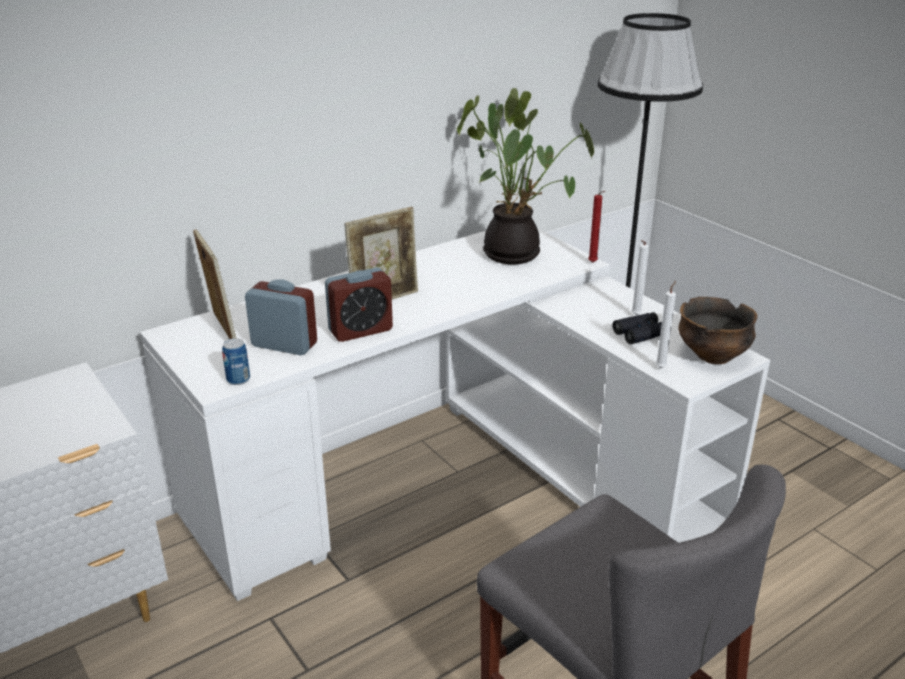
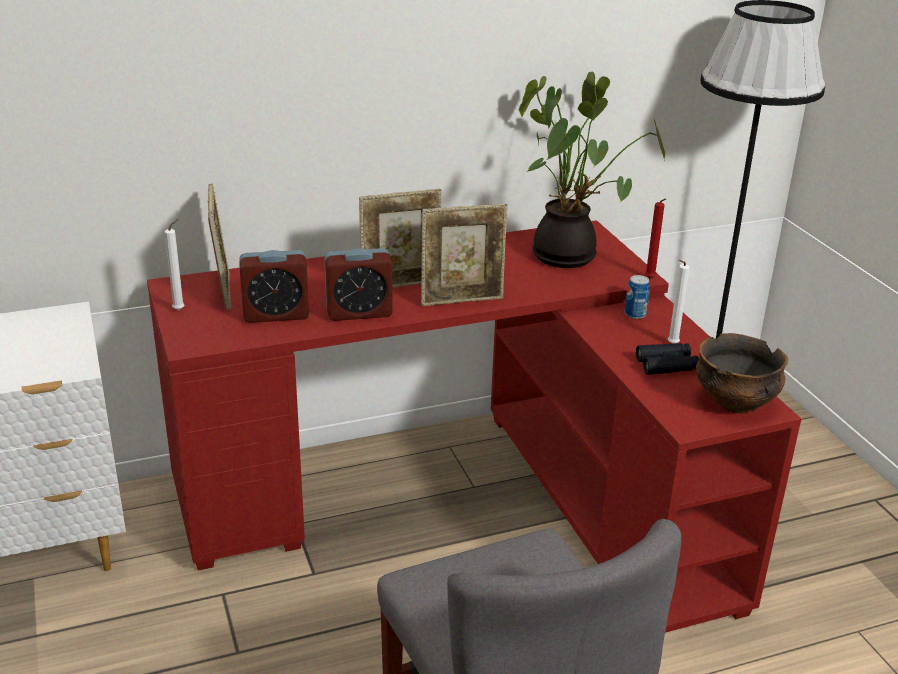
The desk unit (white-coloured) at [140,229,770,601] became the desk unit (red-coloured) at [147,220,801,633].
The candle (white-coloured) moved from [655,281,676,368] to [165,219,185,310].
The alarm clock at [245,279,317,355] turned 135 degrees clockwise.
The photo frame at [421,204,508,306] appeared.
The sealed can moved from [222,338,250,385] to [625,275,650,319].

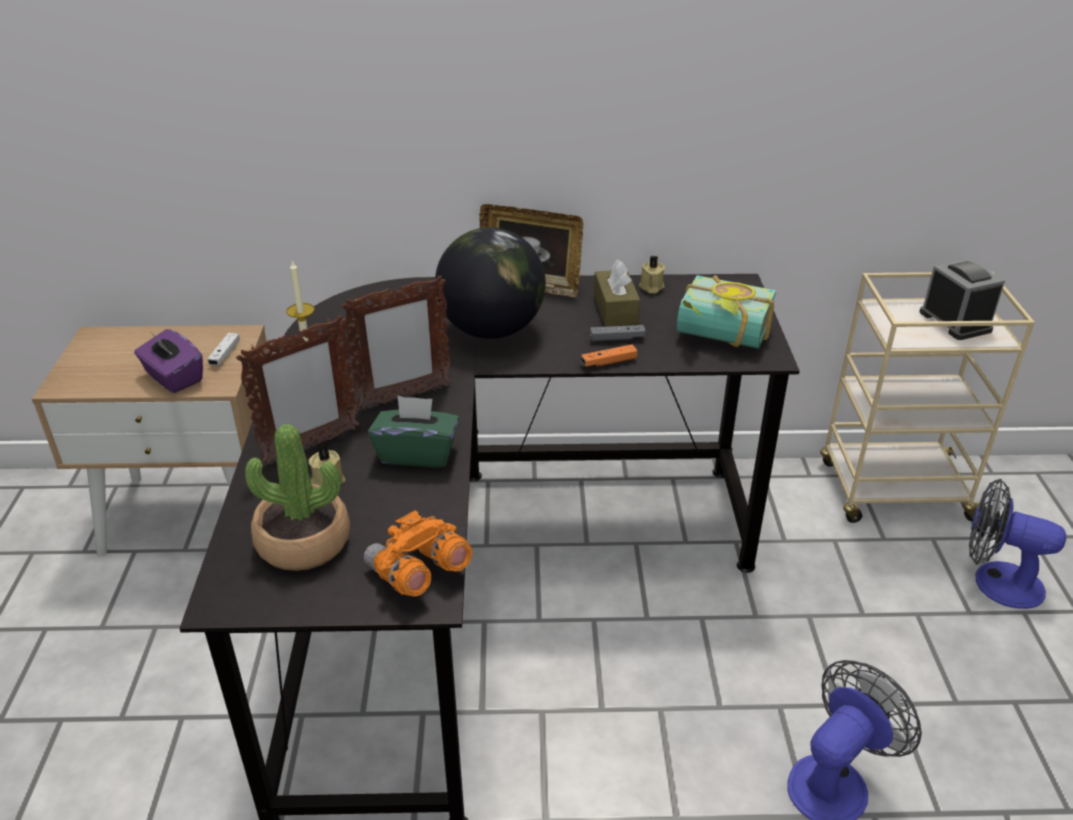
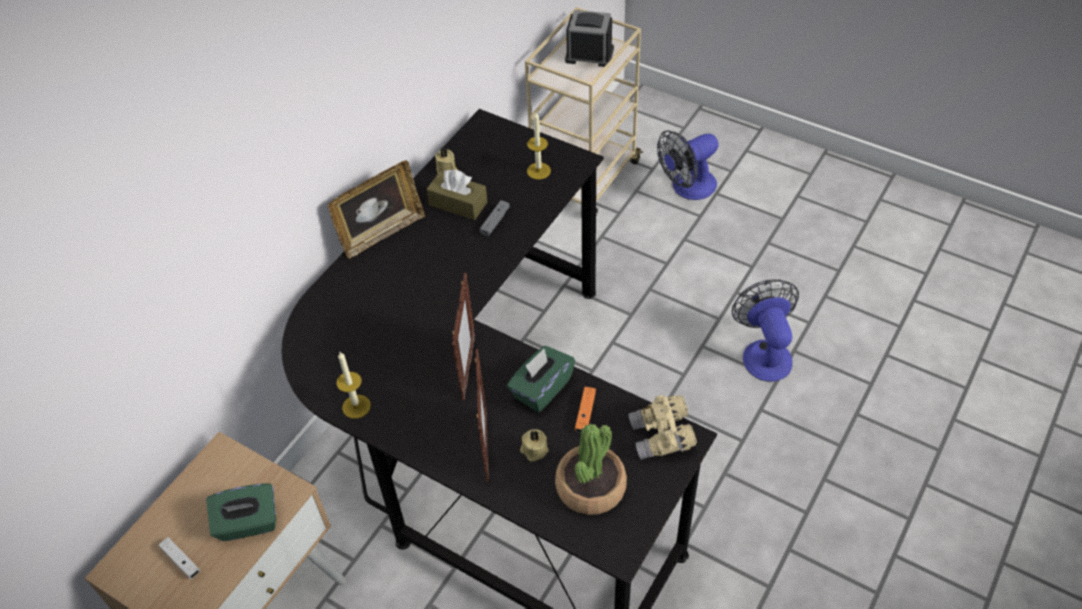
The gamepad (white-coloured) moved from [207,333,240,366] to [159,537,200,579].
The box of tissues (purple) at [134,329,203,393] became the box of tissues (green) at [206,484,276,541].
The volume at [677,275,776,349] was replaced by the candle at [527,112,551,180].
The gamepad (orange-coloured) moved from [581,344,638,367] to [575,387,596,433].
The pair of binoculars (orange-coloured) at [364,510,472,596] became the pair of binoculars (sand-coloured) at [628,395,697,460].
The world globe at [435,227,546,339] disappeared.

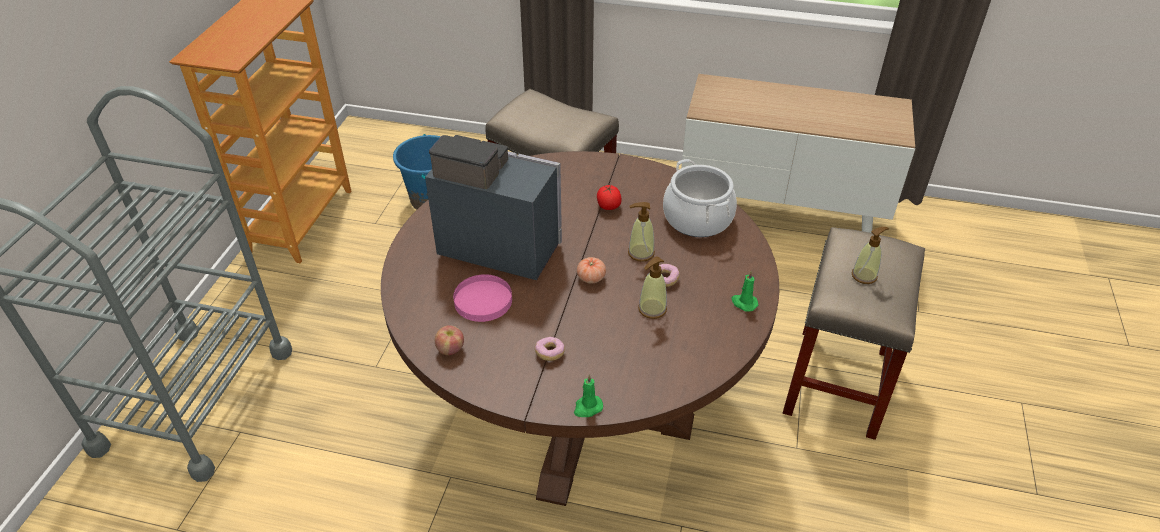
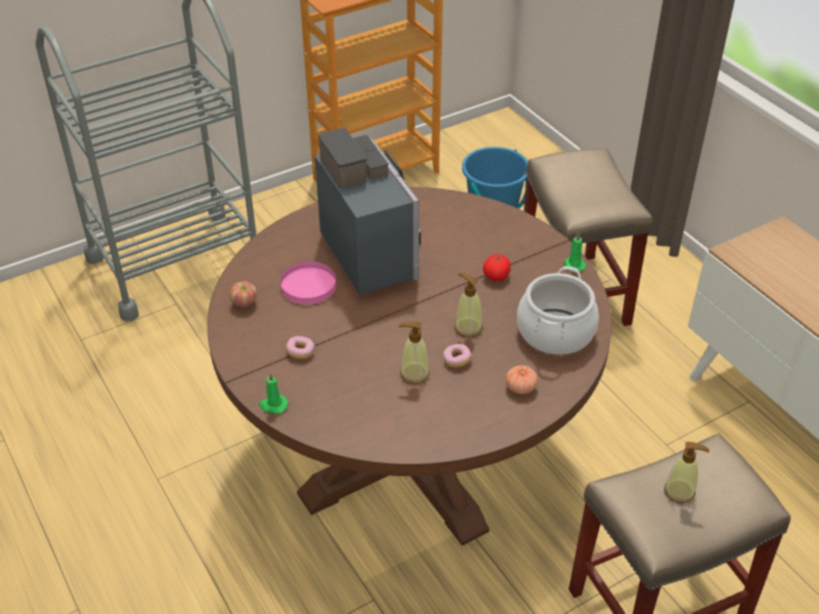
The whole tomato moved from [577,257,606,283] to [506,365,538,394].
The candle (green) moved from [731,271,758,312] to [564,233,586,272].

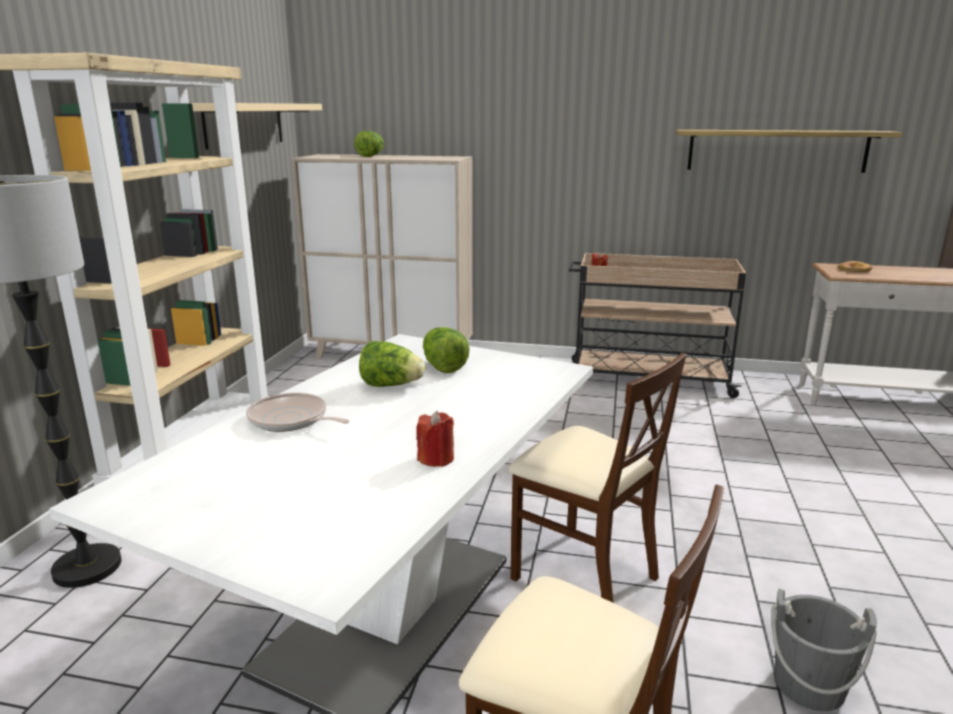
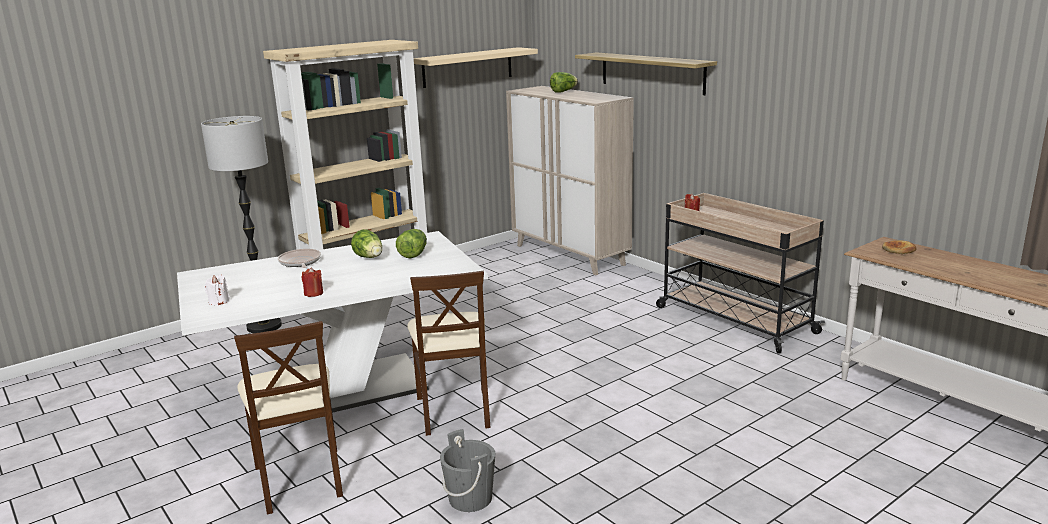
The candle (white-coloured) at [205,275,230,305] appeared.
The bracket shelf moved from [676,130,903,173] to [575,52,717,95].

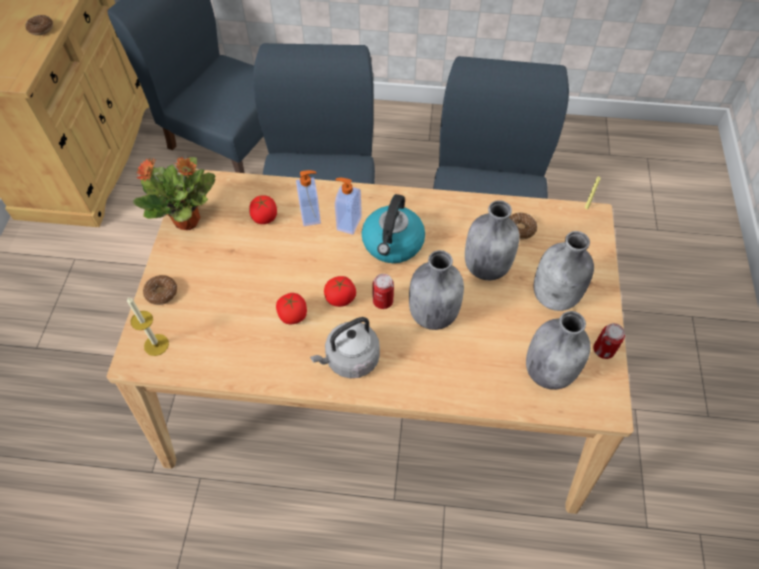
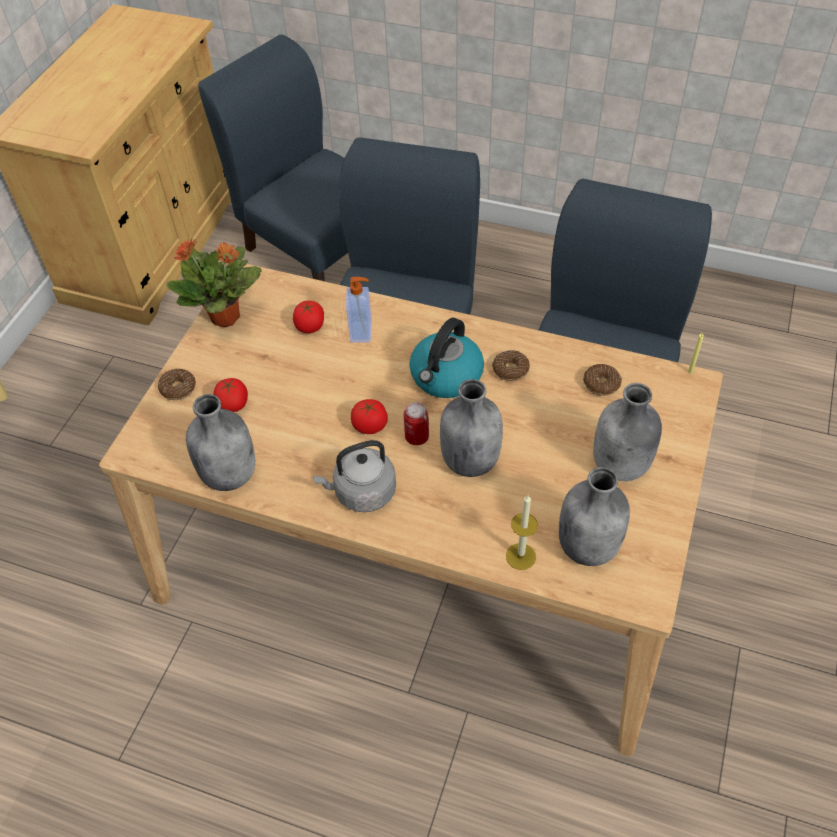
The beverage bottle (gray) moved from [465,200,520,280] to [186,394,255,491].
The whole tomato moved from [276,293,307,324] to [214,378,248,412].
The donut moved from [25,15,53,35] to [492,350,530,381].
The candle moved from [127,297,169,356] to [506,495,538,570].
The soap dispenser at [335,178,362,235] disappeared.
The sealed can at [593,323,625,359] disappeared.

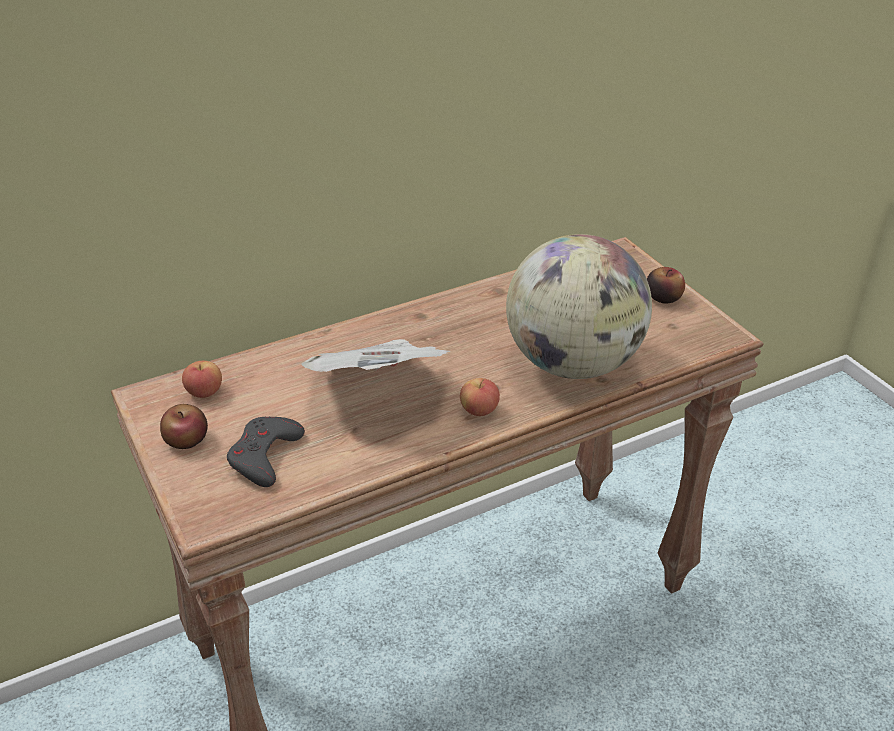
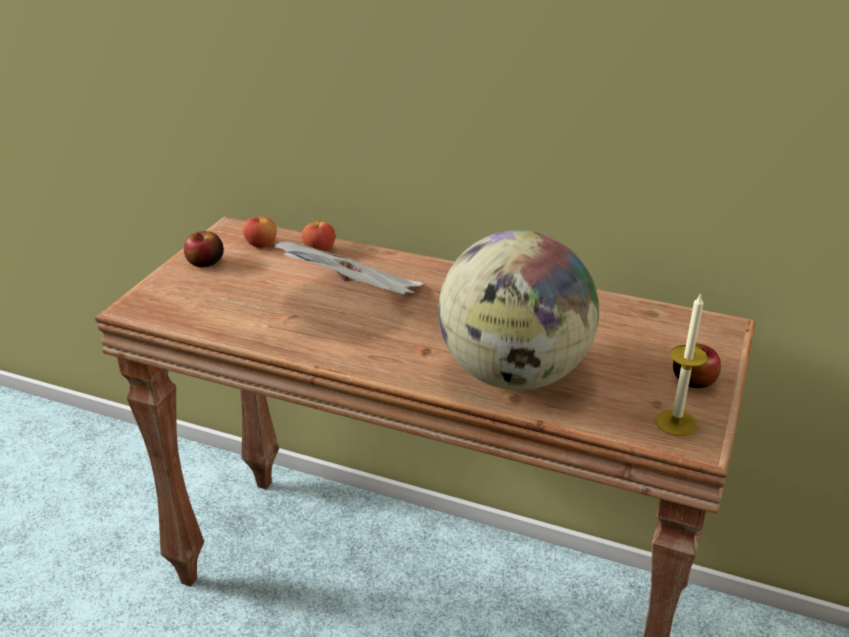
The whole apple moved from [460,378,500,416] to [302,221,336,251].
The candle at [655,293,707,436] appeared.
The gamepad (gray) at [227,417,305,487] disappeared.

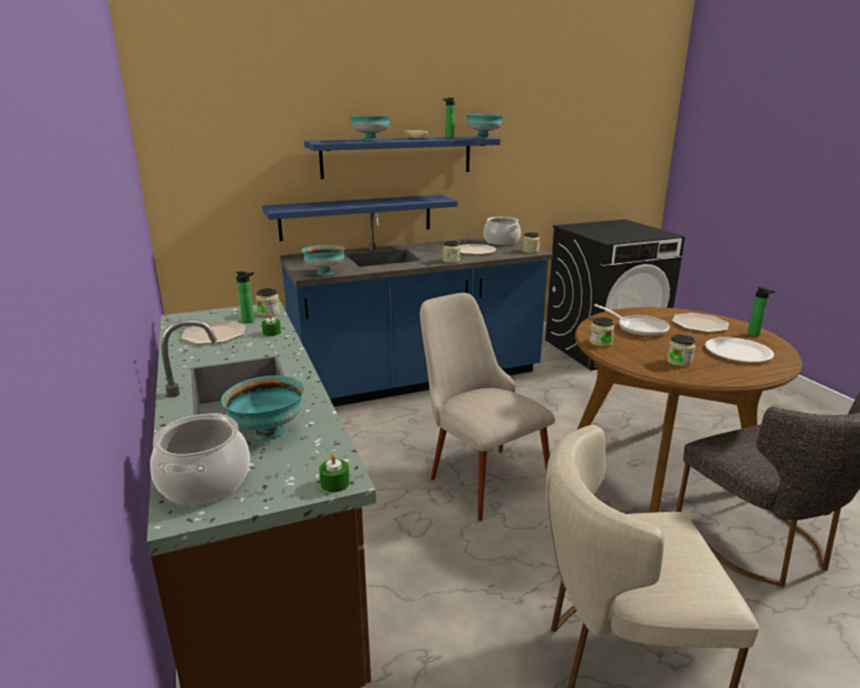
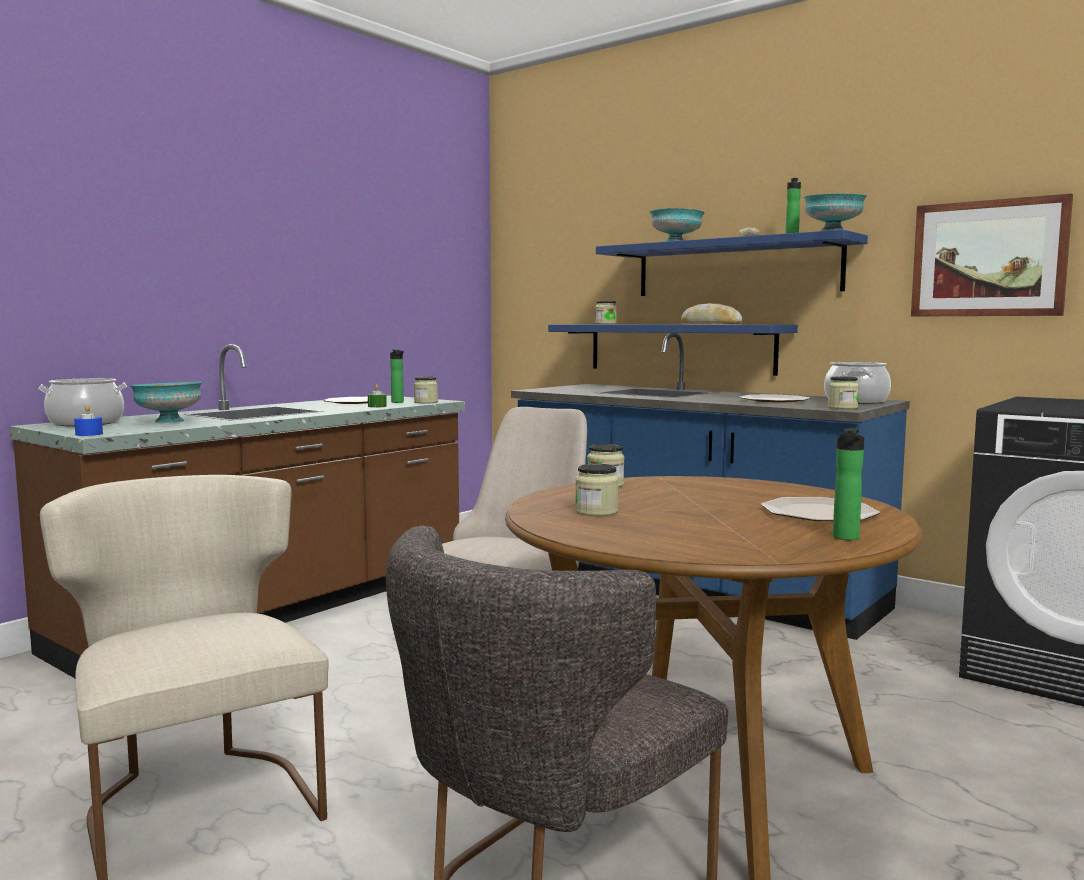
The candle (green) at [319,454,350,492] became the candle (blue) at [74,405,103,436].
The preserve jar moved from [443,241,460,263] to [595,301,617,324].
The baked bread at [681,303,742,324] appeared.
The picture at [911,193,1073,317] appeared.
The bowl (turquoise-coloured) at [302,245,345,275] disappeared.
The skillet at [594,304,670,337] disappeared.
The plate (white-coloured) at [705,337,774,362] disappeared.

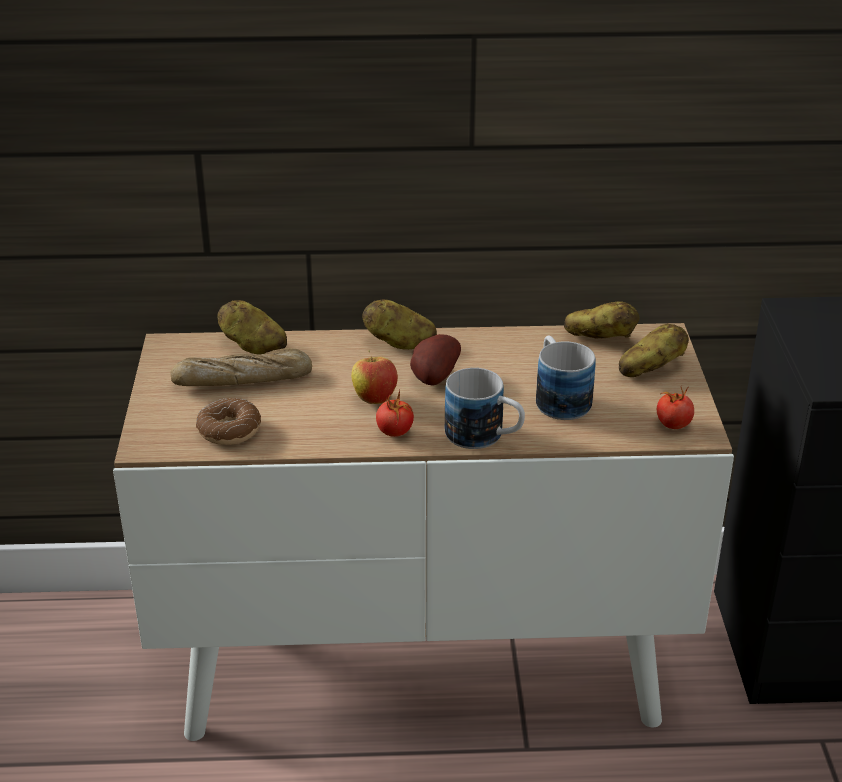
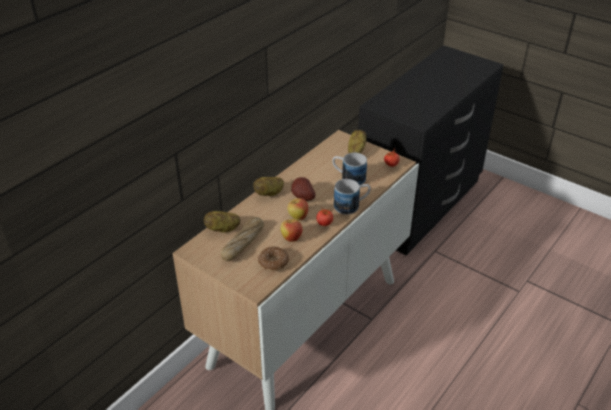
The whole apple at [281,216,303,242] appeared.
The potato at [564,301,639,339] disappeared.

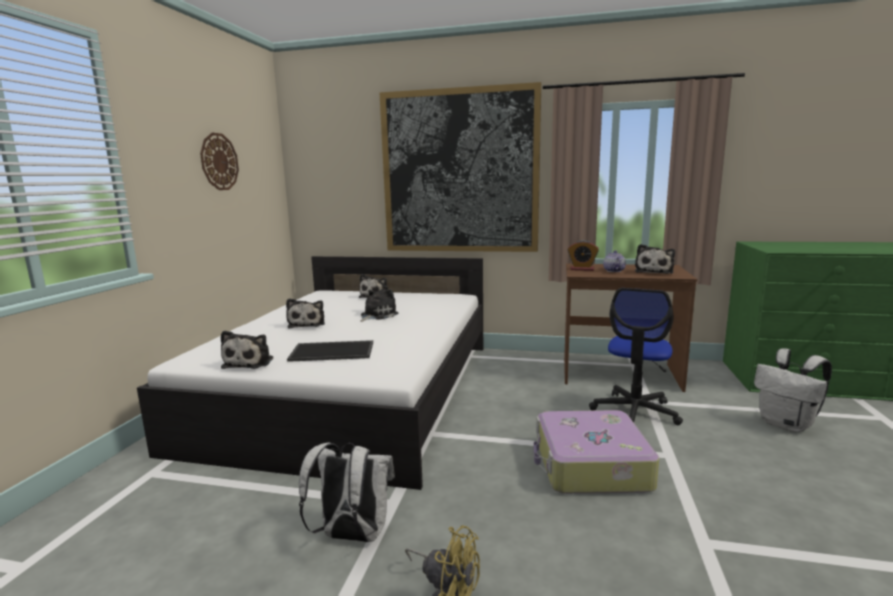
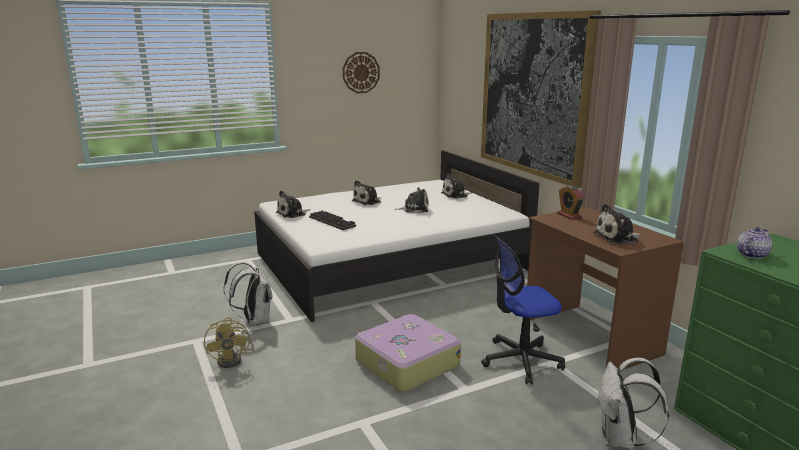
The tray at [287,340,373,362] was replaced by the PC keyboard at [309,210,356,230].
The tea pot moved from [603,250,626,272] to [737,227,772,259].

